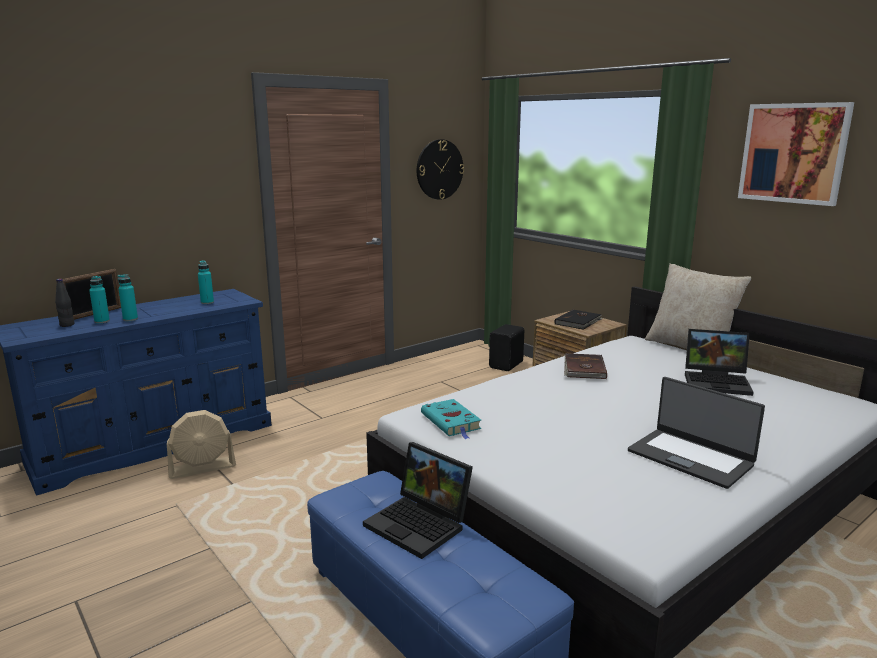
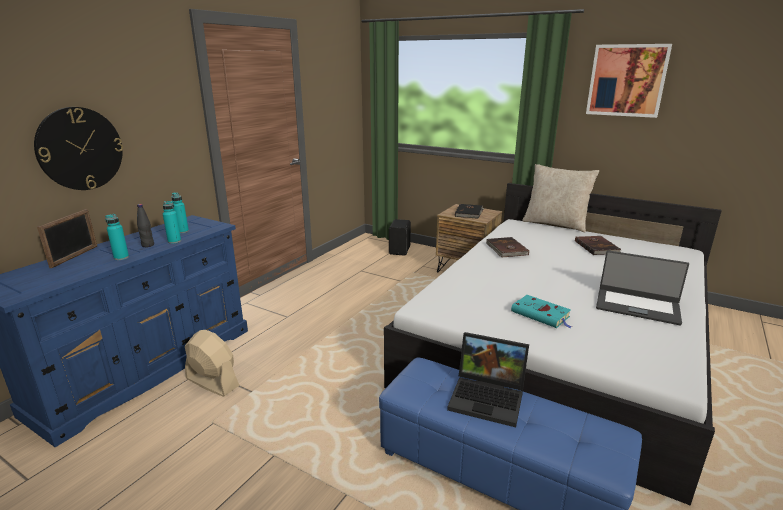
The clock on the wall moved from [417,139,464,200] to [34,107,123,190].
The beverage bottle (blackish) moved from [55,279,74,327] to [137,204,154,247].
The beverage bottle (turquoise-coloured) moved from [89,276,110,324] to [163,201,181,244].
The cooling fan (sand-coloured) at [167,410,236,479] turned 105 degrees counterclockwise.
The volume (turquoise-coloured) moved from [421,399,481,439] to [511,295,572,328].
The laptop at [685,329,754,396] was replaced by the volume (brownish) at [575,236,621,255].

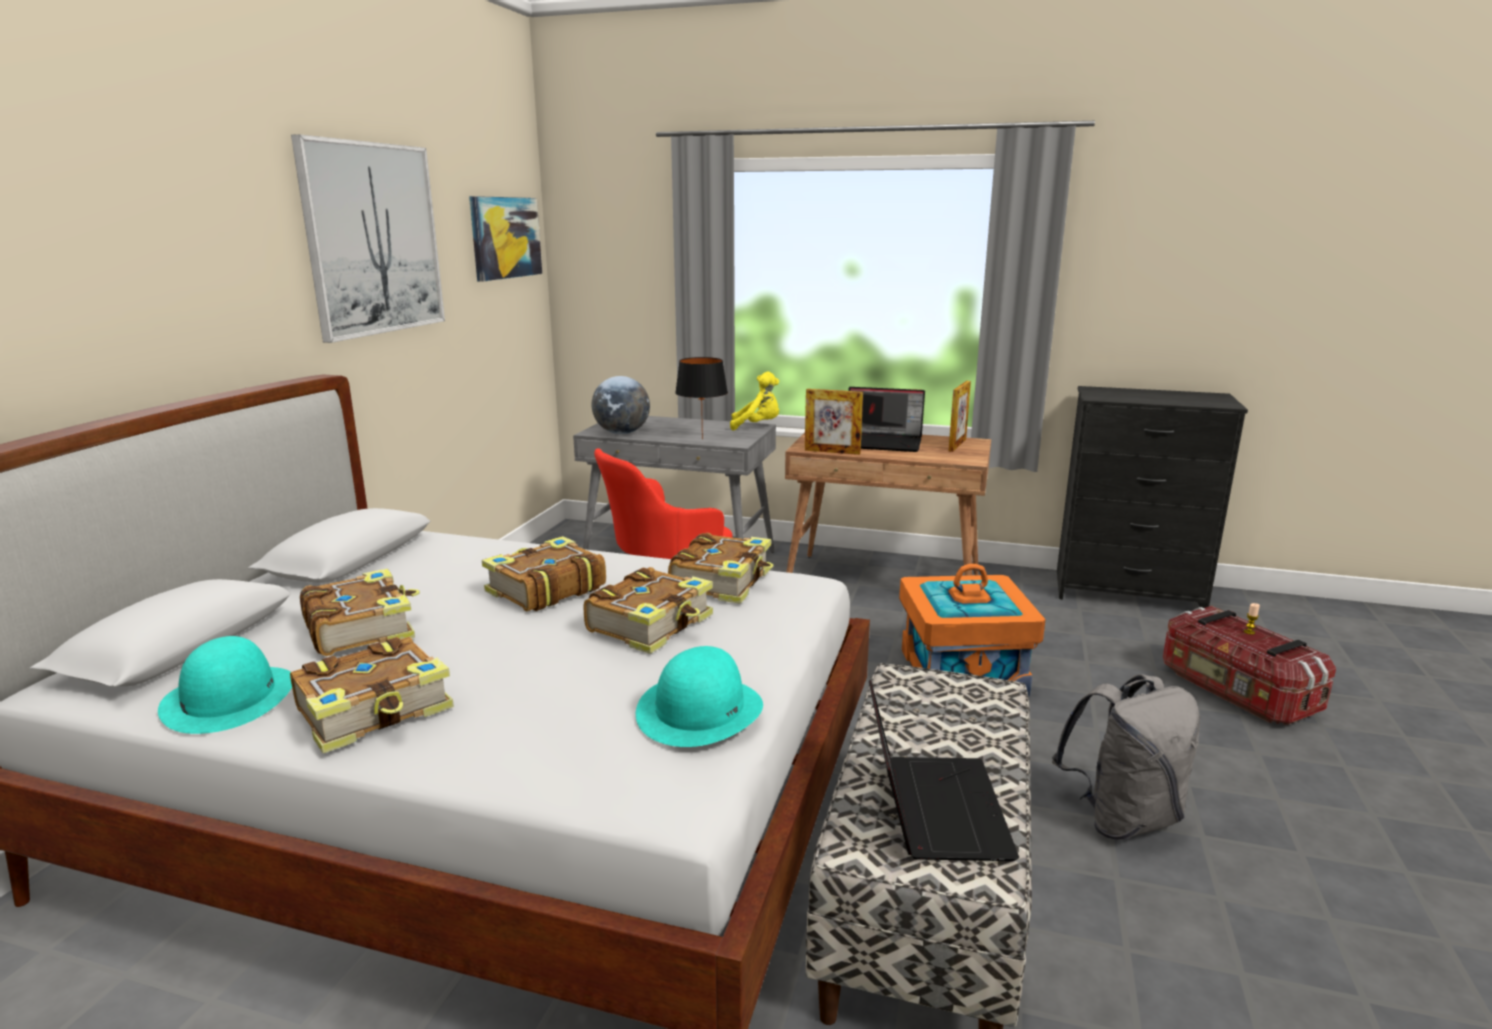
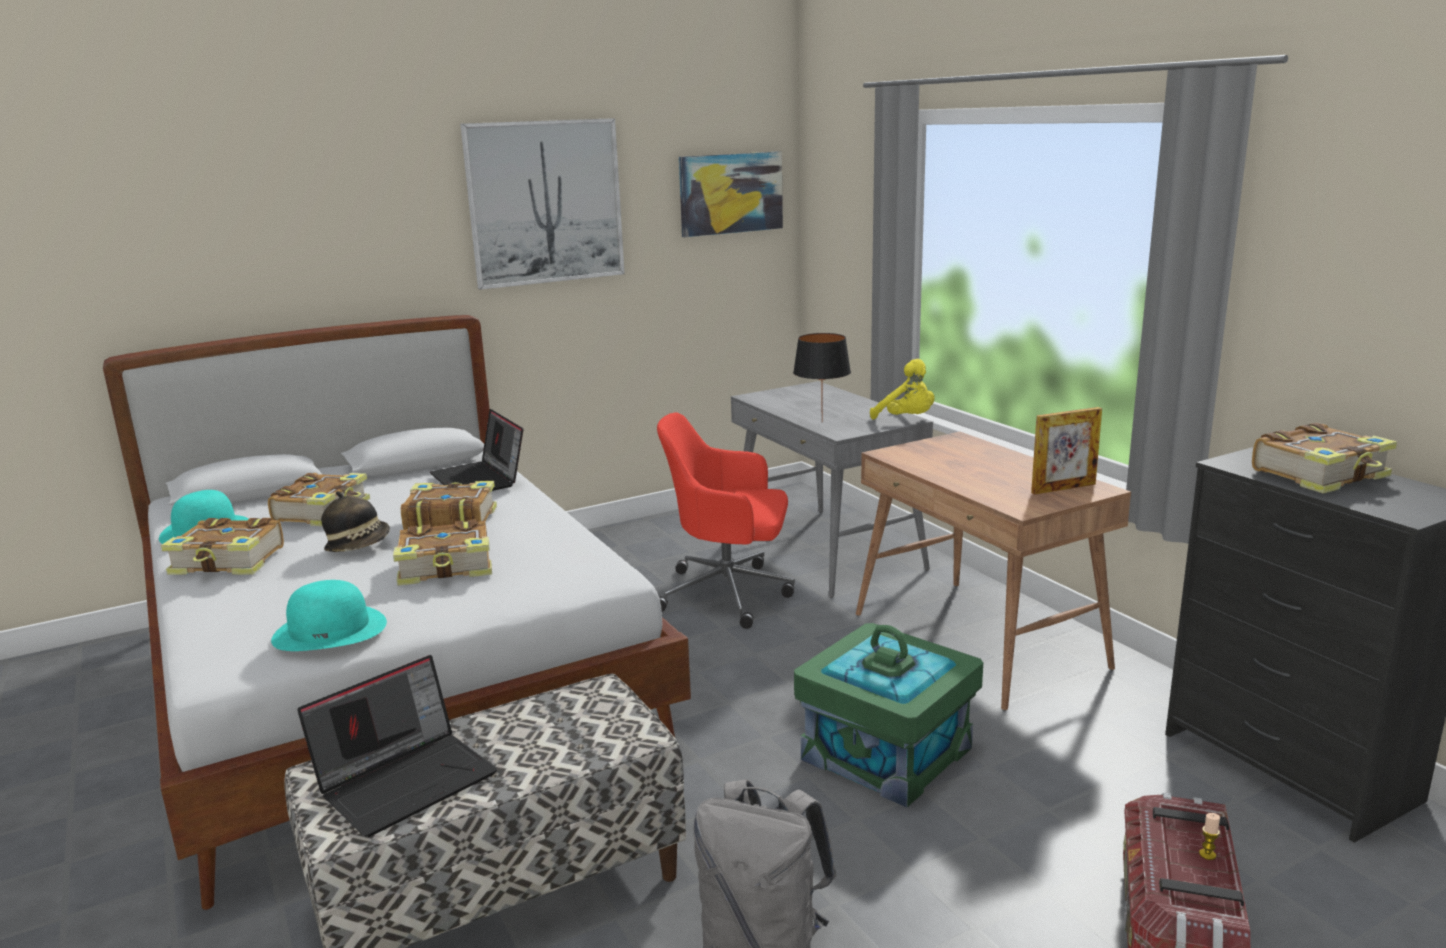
The clothing hat at [321,491,390,552] appeared.
The laptop moved from [848,387,925,452] to [430,409,523,491].
The storage container (orange-coloured) at [899,564,1046,697] became the storage container (green) at [794,623,983,807].
The volume moved from [668,533,774,604] to [1252,423,1397,493].
The world globe at [591,376,650,434] disappeared.
The photo frame at [805,389,863,455] disappeared.

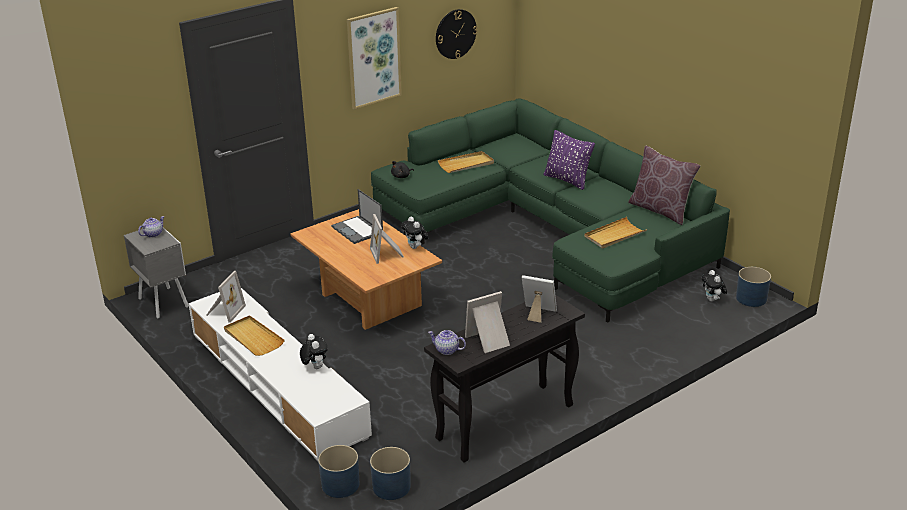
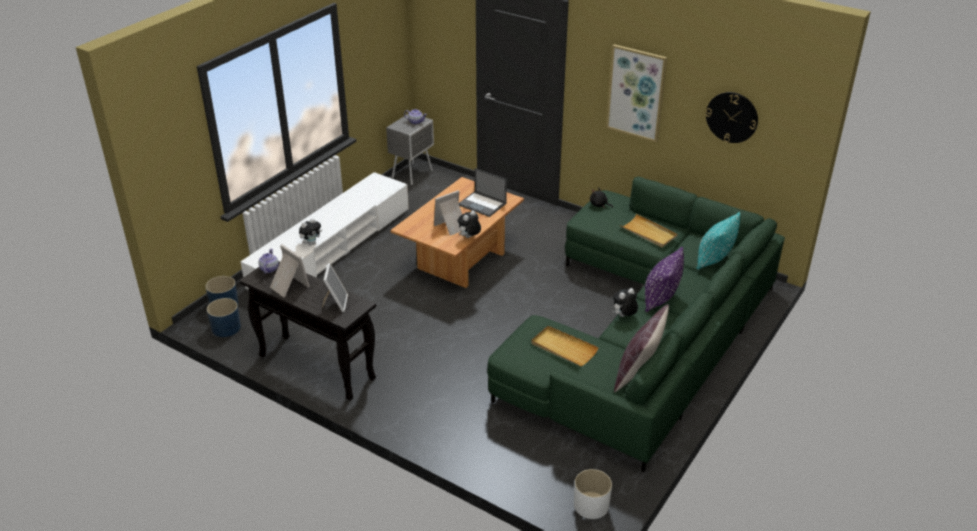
The laptop at [331,189,383,244] turned 90 degrees counterclockwise.
The planter (blue) at [736,267,771,307] became the planter (white-coloured) at [574,469,612,519].
The soft toy moved from [702,270,727,302] to [612,288,638,317].
The pillow (turquoise-coloured) at [696,212,741,270] appeared.
The photo frame at [206,271,246,323] disappeared.
The tray (sand-coloured) at [224,315,285,356] disappeared.

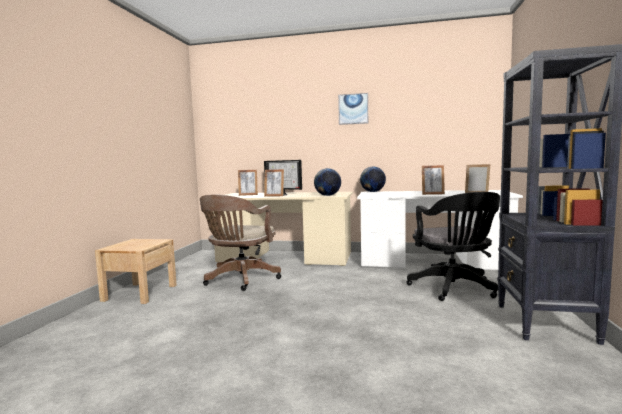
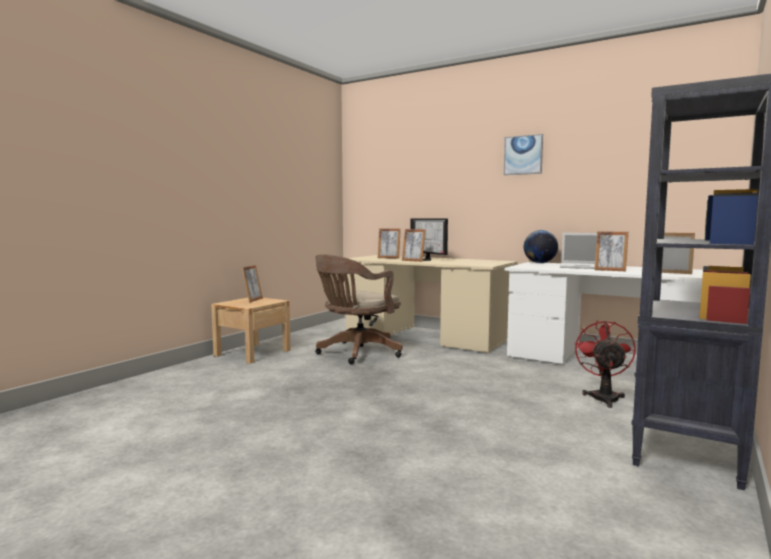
The photo frame at [242,265,263,302] appeared.
The laptop at [560,233,597,269] appeared.
The desk chair (blackish) at [406,192,500,301] was replaced by the cooling fan (red-coloured) at [574,320,636,408].
The world globe at [314,168,341,196] disappeared.

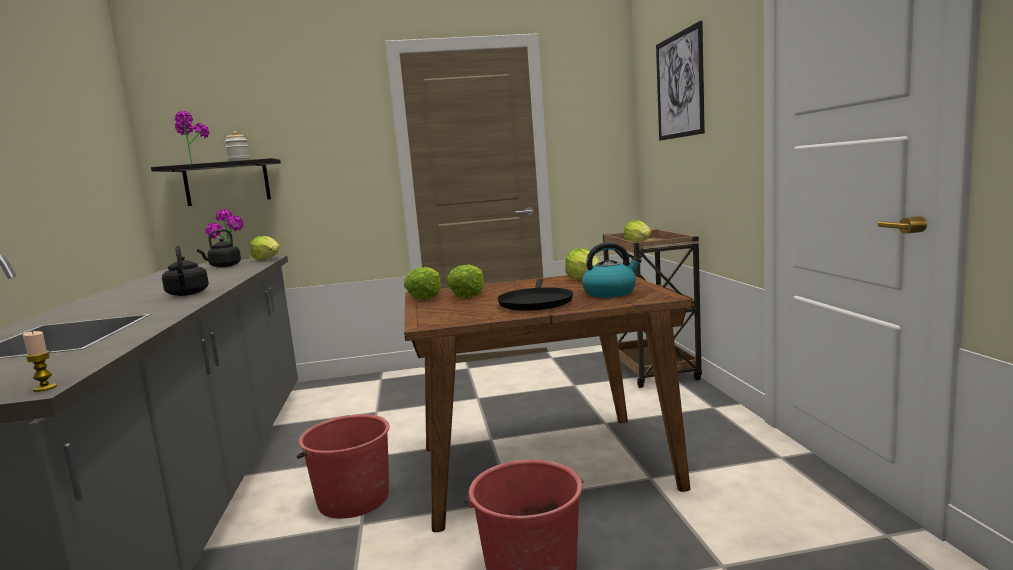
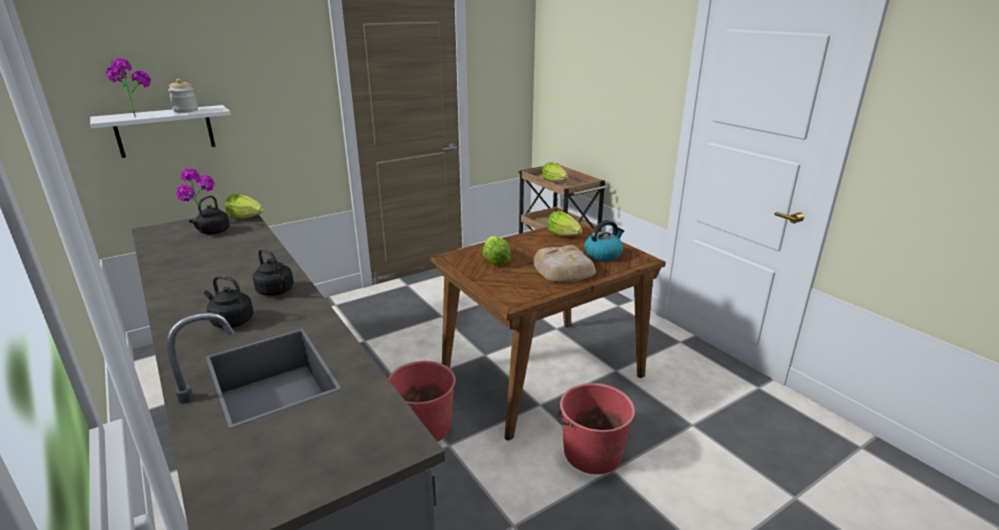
The bracket shelf (blackish) at [151,158,281,206] became the bracket shelf (white-coloured) at [90,105,231,158].
The water kettle (blackish) at [204,275,254,328] appeared.
The skillet (blackish) at [497,279,573,311] was replaced by the baked bread at [534,245,596,282].
The candle at [23,331,57,392] disappeared.
The lettuce head at [404,267,441,300] disappeared.
The picture at [656,21,705,141] disappeared.

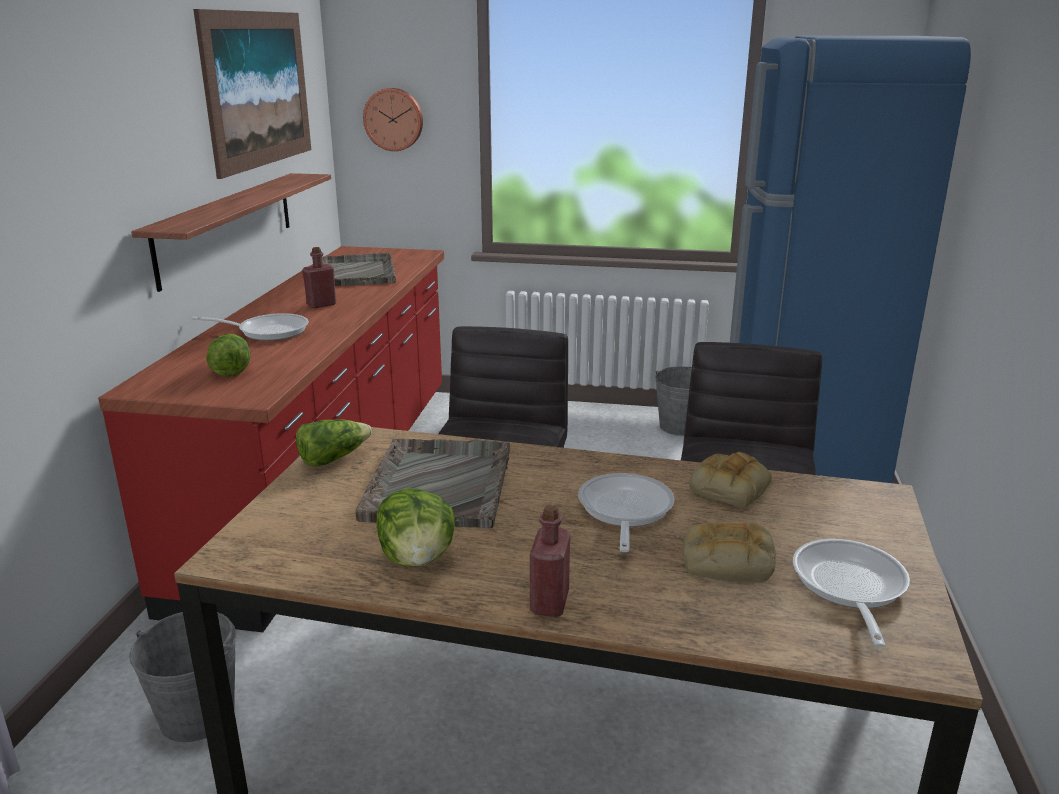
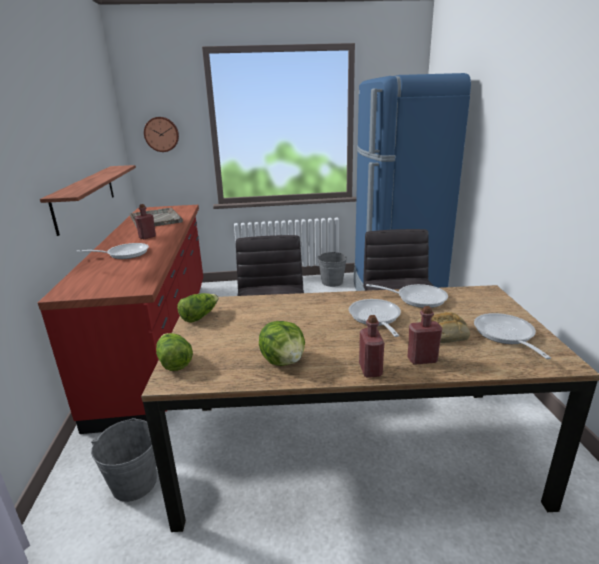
The lettuce head moved from [206,334,250,377] to [156,333,193,371].
The baked bread at [689,452,772,508] was replaced by the skillet at [366,284,448,308].
The beverage bottle (red-coloured) at [407,306,442,365] appeared.
The picture at [193,9,311,179] disappeared.
The tray (gray) at [356,438,510,528] disappeared.

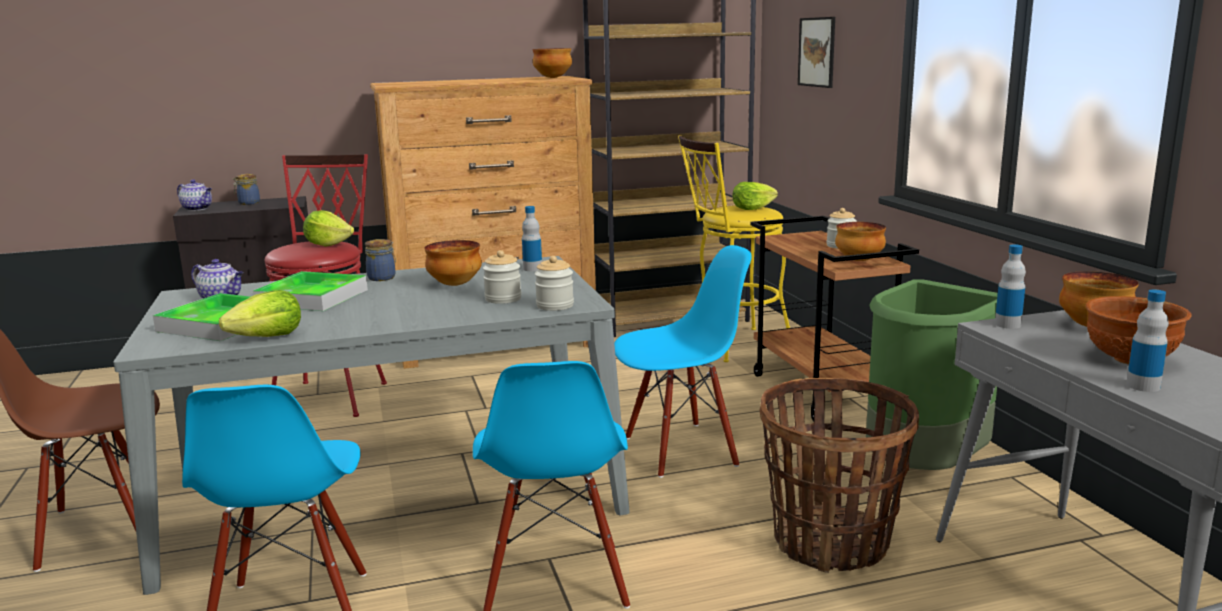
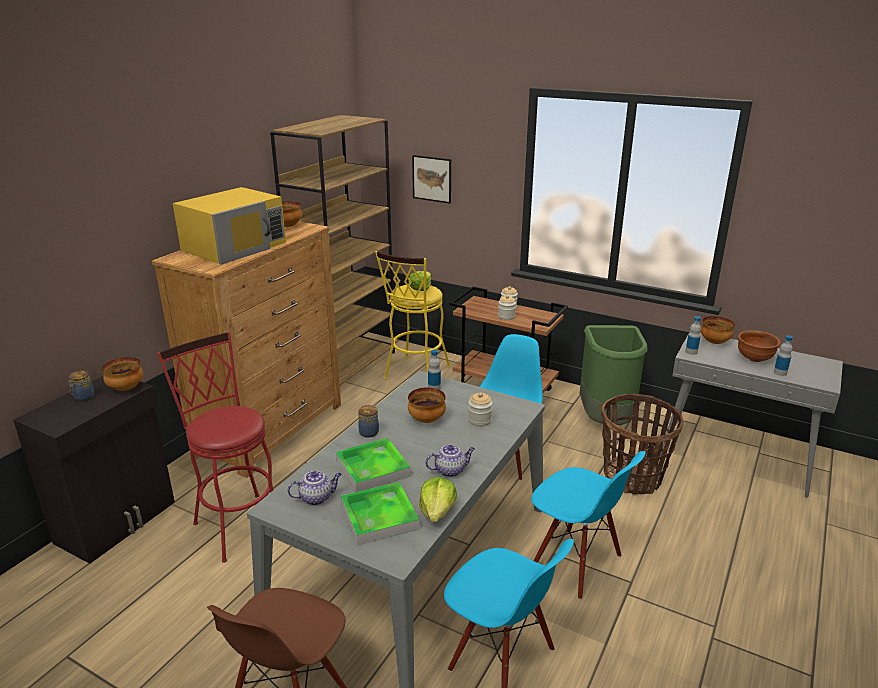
The bowl moved from [835,222,886,261] to [102,357,143,391].
The microwave oven (yellowish) at [173,187,286,265] appeared.
The tea pot moved from [177,179,212,211] to [425,445,475,477].
The preserve jar moved from [535,256,574,311] to [498,295,516,320].
The lettuce head at [303,210,354,247] disappeared.

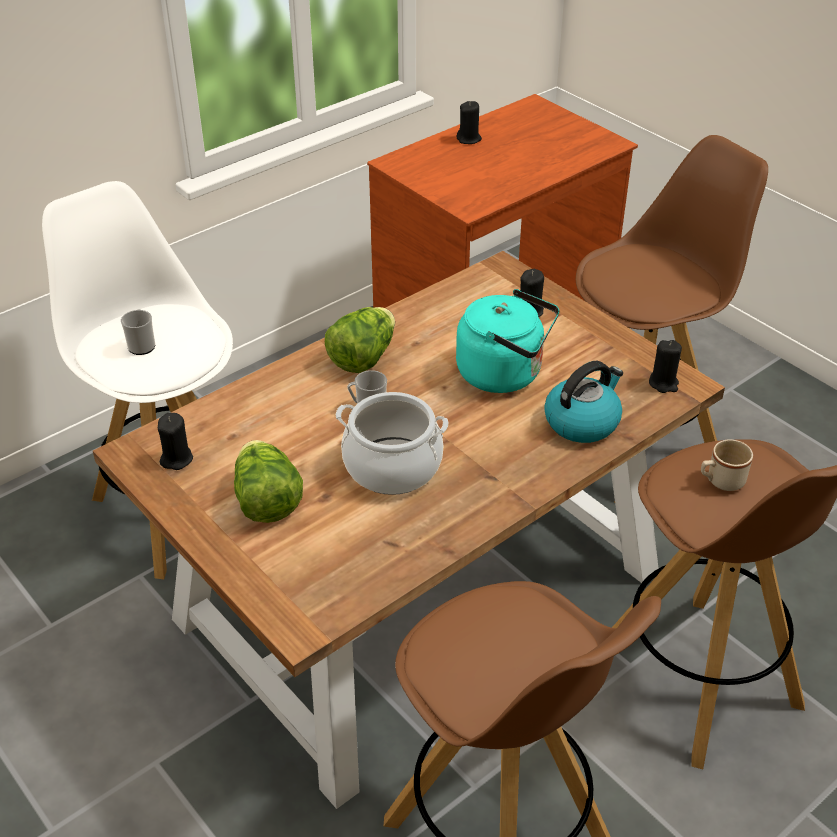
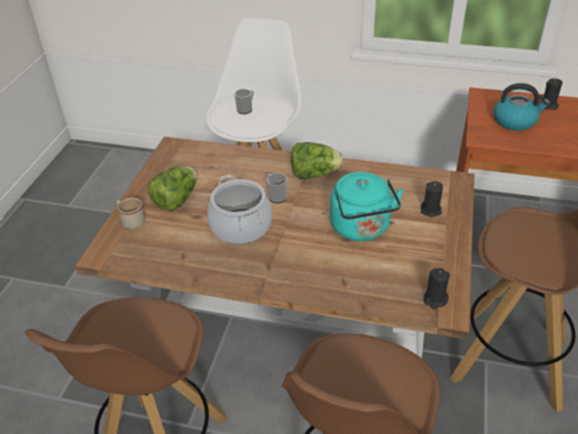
The coffee mug (sand-coloured) moved from [701,439,753,491] to [116,198,145,229].
The water kettle moved from [544,361,623,443] to [494,83,550,131].
The candle (blackish) at [158,413,193,470] disappeared.

